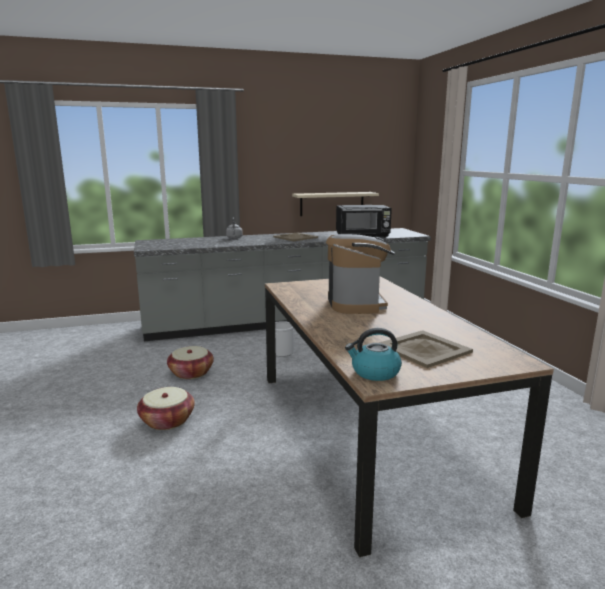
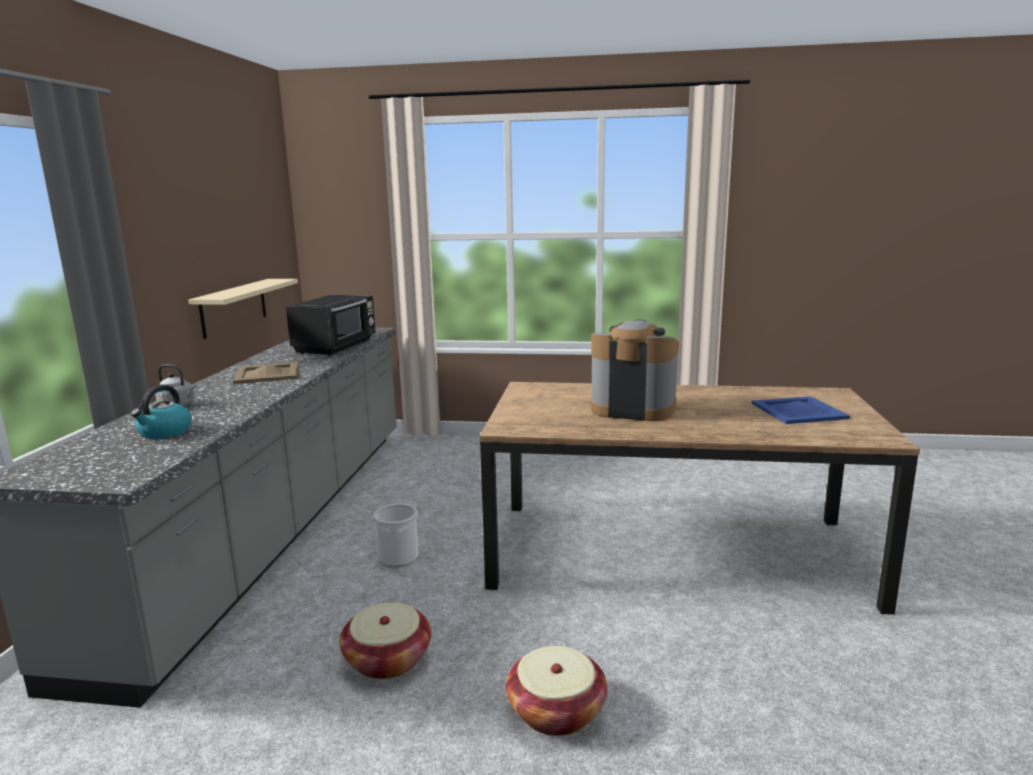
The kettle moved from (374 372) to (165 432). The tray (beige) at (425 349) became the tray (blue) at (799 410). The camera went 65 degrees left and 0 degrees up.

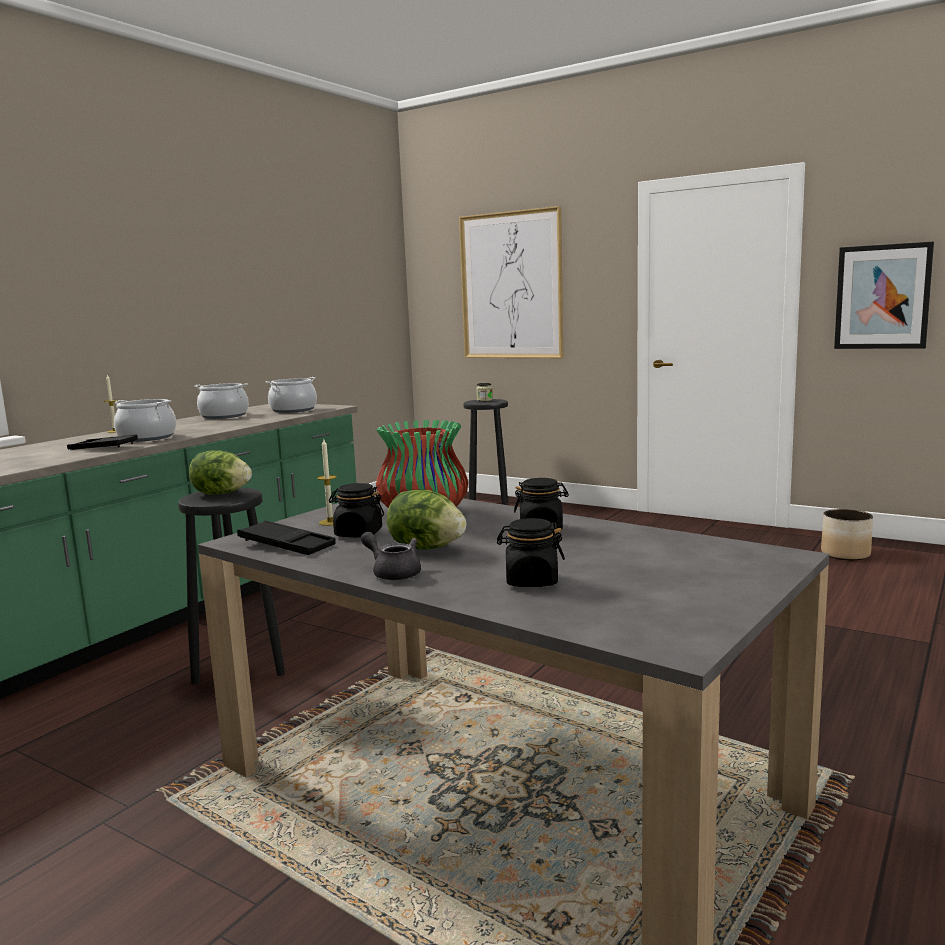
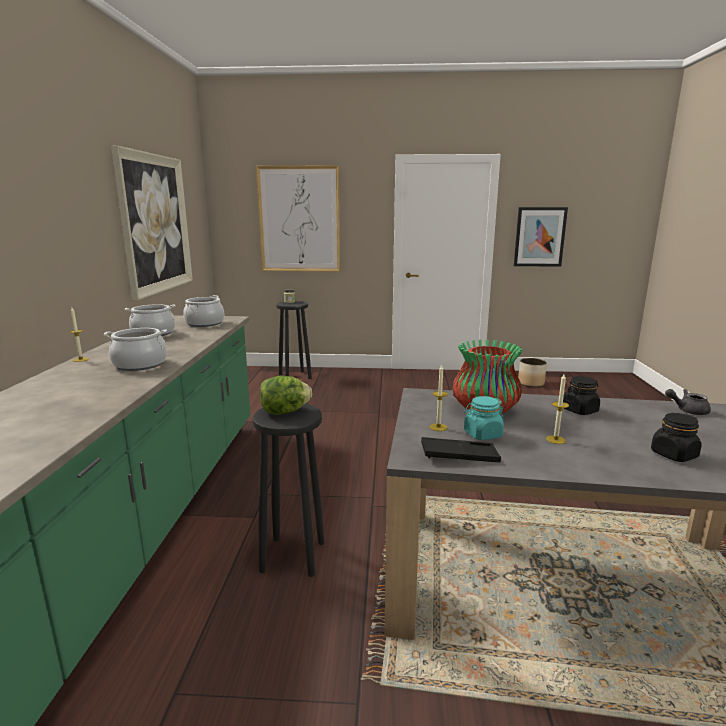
The tray (black) at (103 448) disappeared. The jar (black) at (358 533) became the jar (turquoise) at (482 434). The teapot (grey) moved from (393 573) to (687 410). The lettuce at (426 548) was replaced by the candle at (555 439). The picture at (155 224) appeared. The camera went 30 degrees left and 5 degrees up.

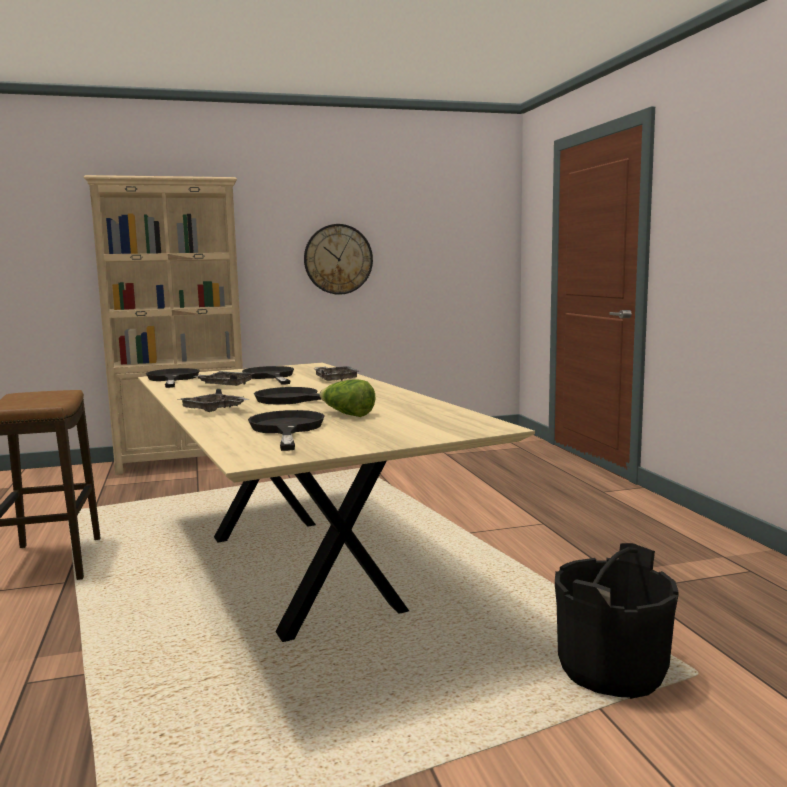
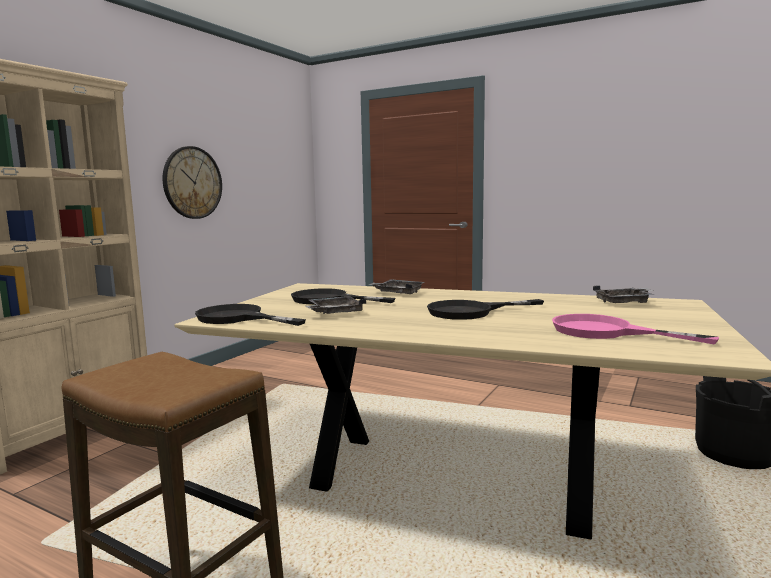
The tray (grey) moved from (214 410) to (624 302). The frying pan (black) at (286 429) became the frying pan (pink) at (606 332). The lettuce at (347 414) disappeared. The camera went 45 degrees left and 0 degrees up.

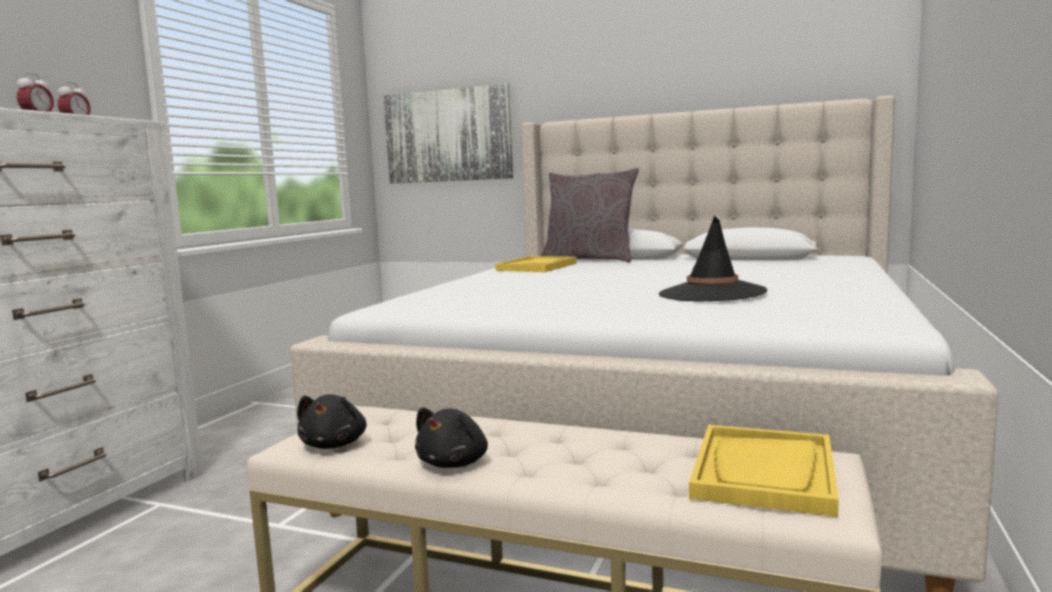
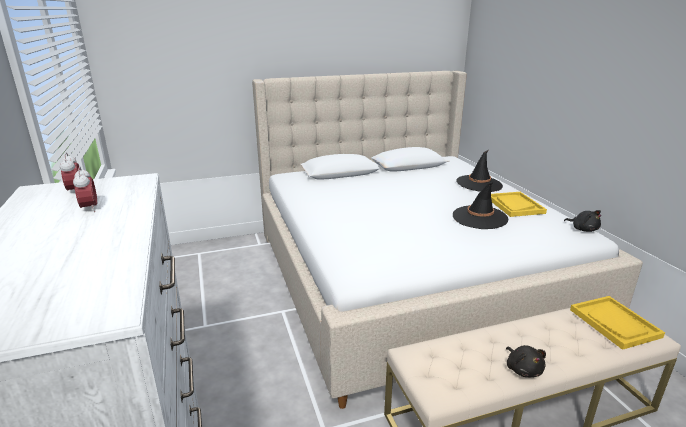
The plush toy (black) moved from (335 444) to (583 229). The picture at (448 136) disappeared. The tray (yellow) moved from (537 267) to (514 205). The pillow (grey) at (589 260) disappeared. The hat (black) at (479 184) appeared. The camera went 40 degrees left and 15 degrees up.

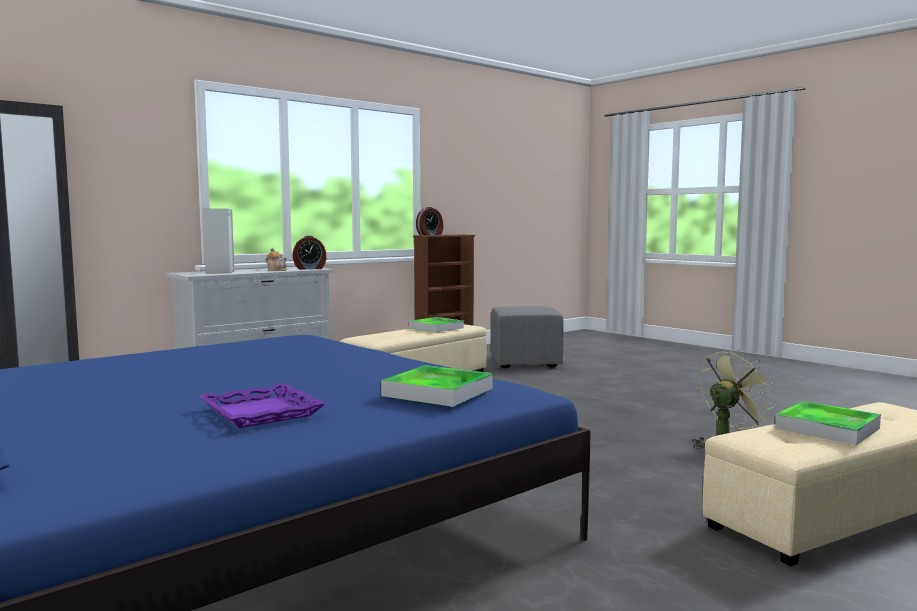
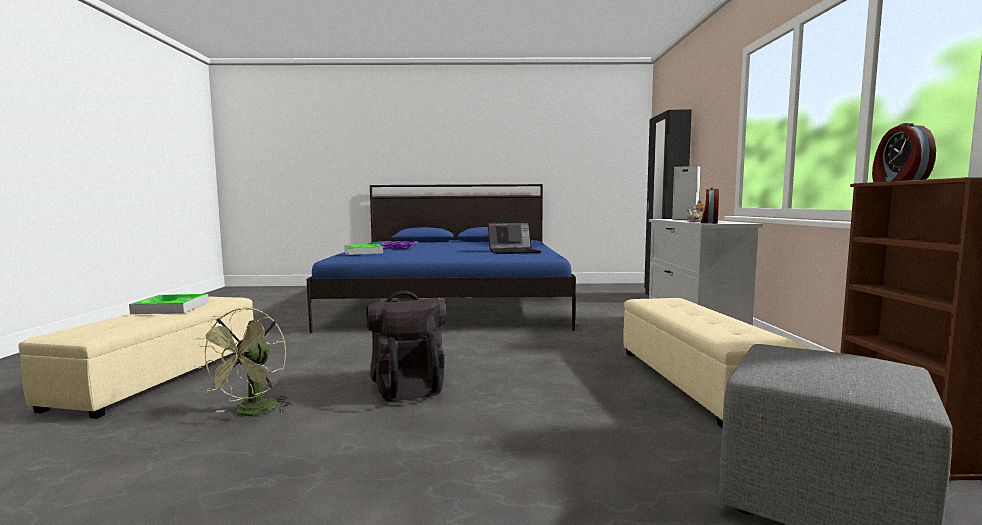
The tray at (436 328) disappeared. The backpack (black) at (407 386) appeared. The laptop at (514 252) appeared. The camera went 130 degrees right and 0 degrees up.

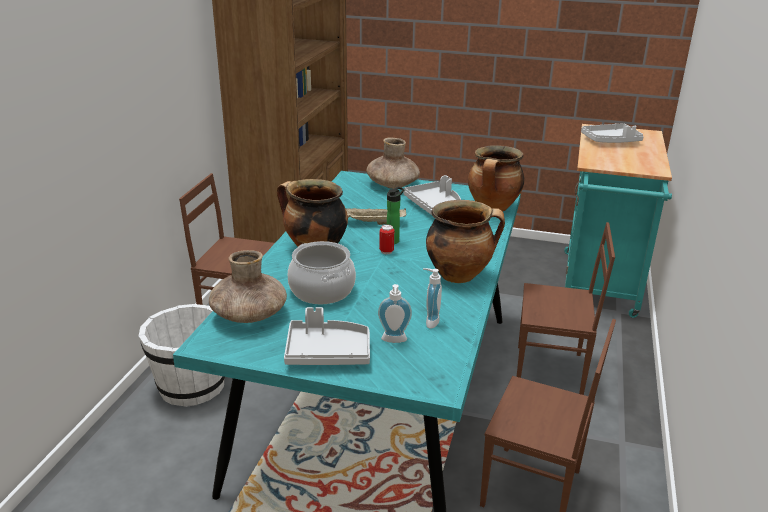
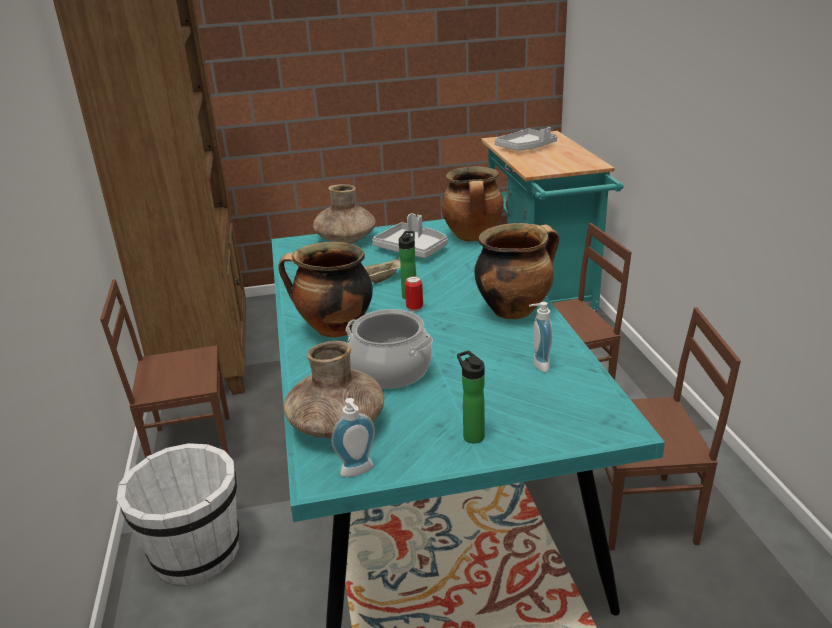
The tray (grey) at (327 352) was replaced by the bottle at (472 435). The soap dispenser moved from (394 341) to (358 472). The camera went 25 degrees left and 0 degrees up.

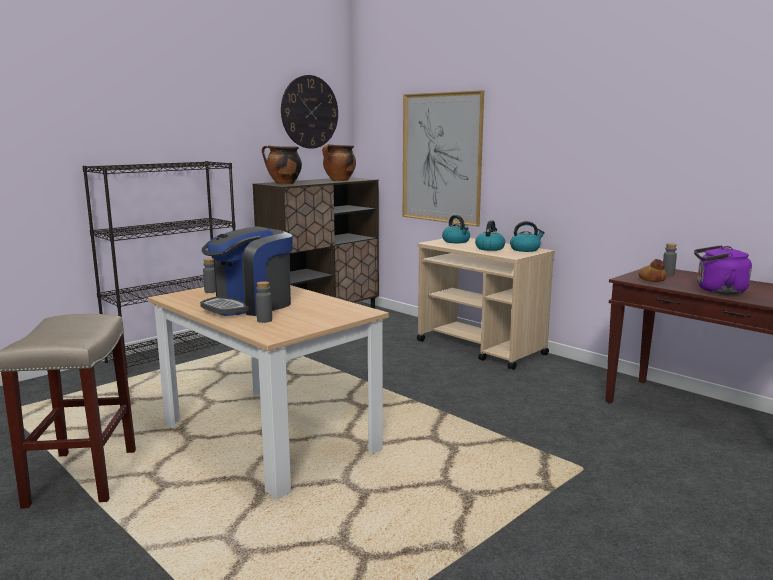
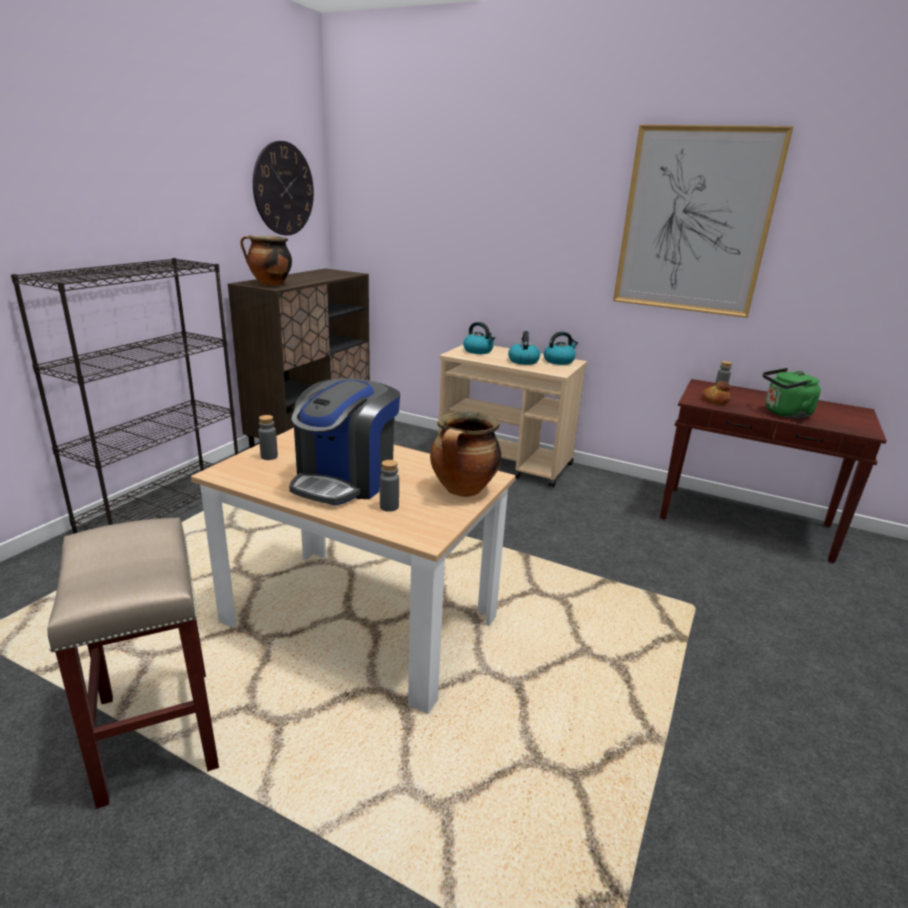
The cooking pot moved from (339 180) to (463 490). The picture moved from (441 158) to (694 222). The kettle (purple) at (717 291) became the kettle (green) at (784 413). The camera went 20 degrees left and 10 degrees up.

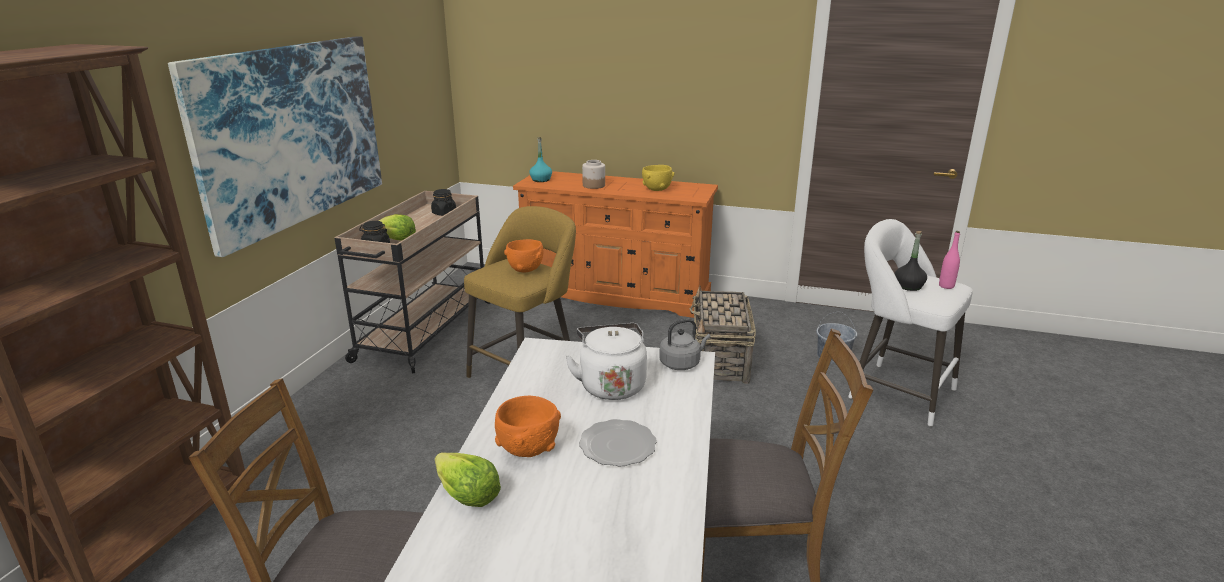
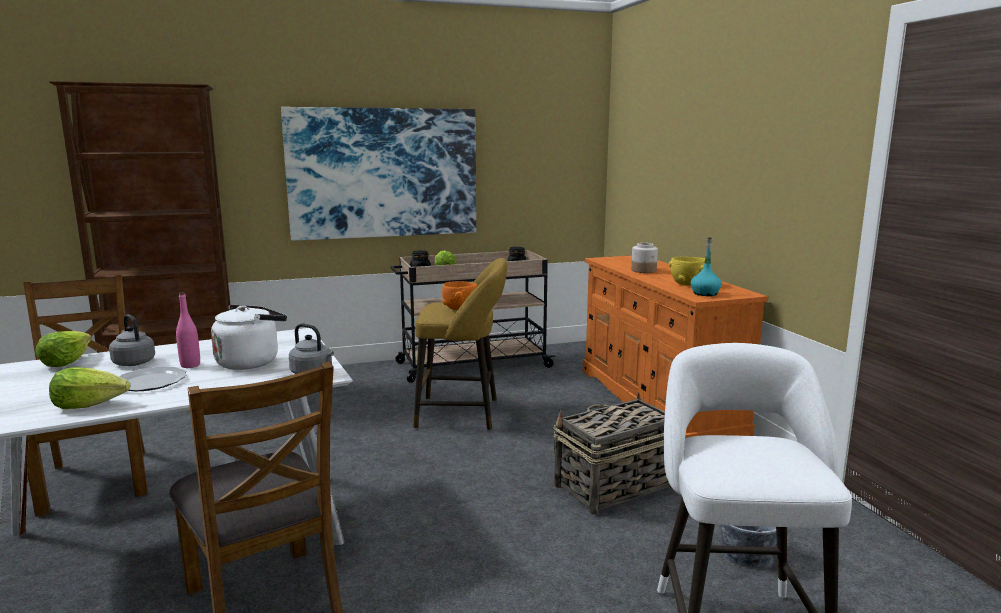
The bowl (orange) at (528 449) was replaced by the kettle (grey) at (133 362). The bottle (turquoise) moved from (541 180) to (705 293). The bottle (black) at (908 286) disappeared. The bottle (pink) moved from (946 286) to (190 365). The lettuce at (90 405) appeared. The camera went 55 degrees right and 10 degrees down.

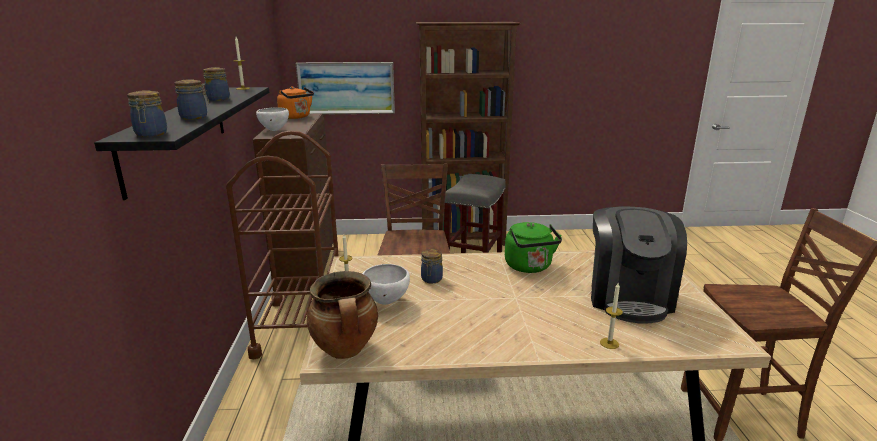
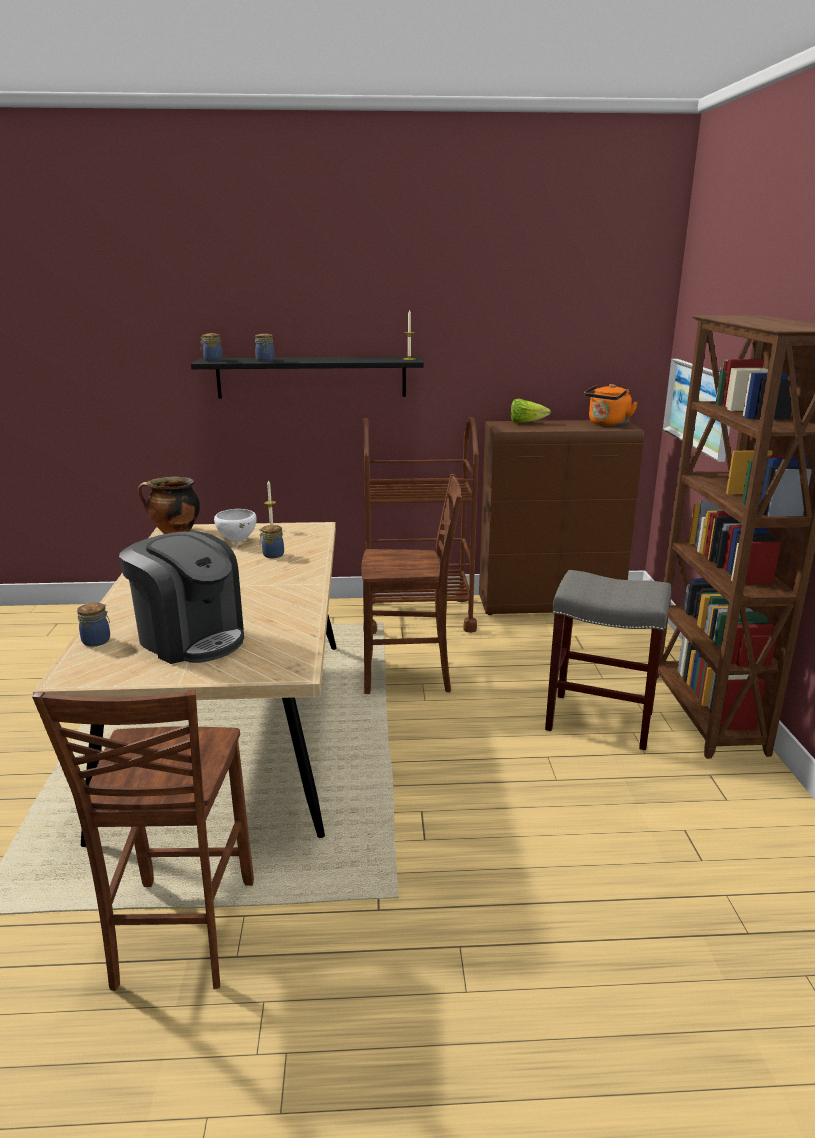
The jar moved from (217 99) to (97 640). The bowl (white) at (274 130) was replaced by the lettuce at (526 423). The kettle (green) at (530 267) disappeared. The coffee machine at (629 297) turned 150 degrees counterclockwise. The candle at (609 343) disappeared. The camera went 90 degrees right and 0 degrees up.

